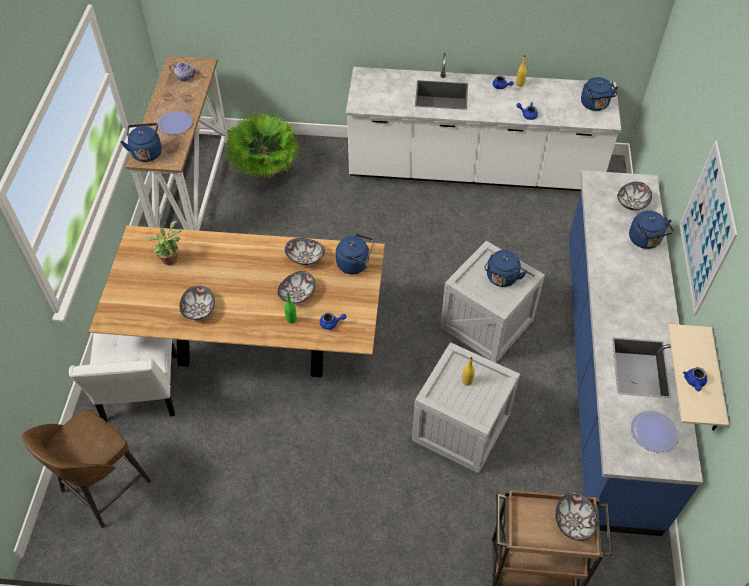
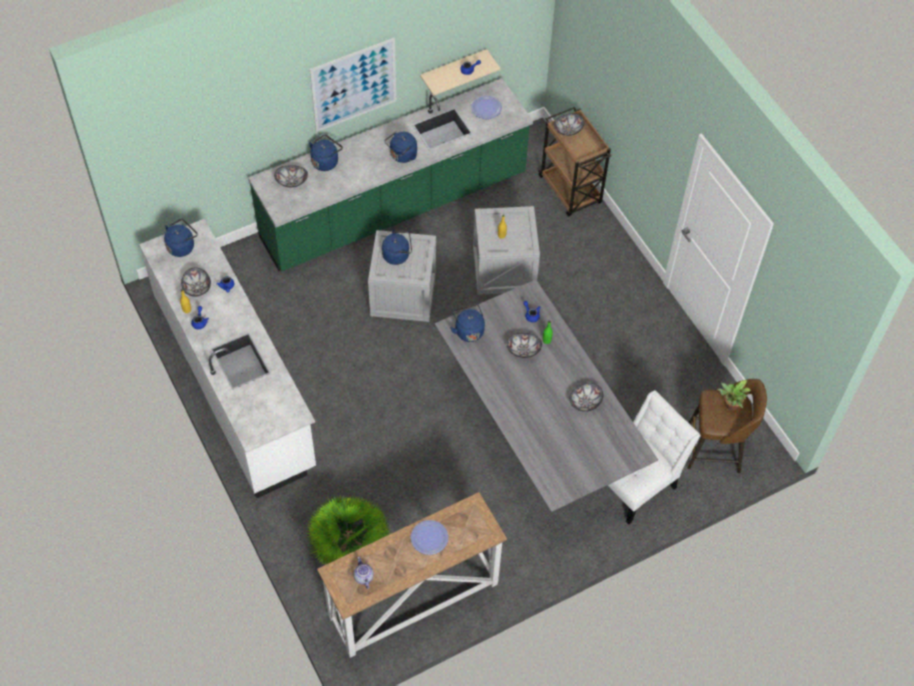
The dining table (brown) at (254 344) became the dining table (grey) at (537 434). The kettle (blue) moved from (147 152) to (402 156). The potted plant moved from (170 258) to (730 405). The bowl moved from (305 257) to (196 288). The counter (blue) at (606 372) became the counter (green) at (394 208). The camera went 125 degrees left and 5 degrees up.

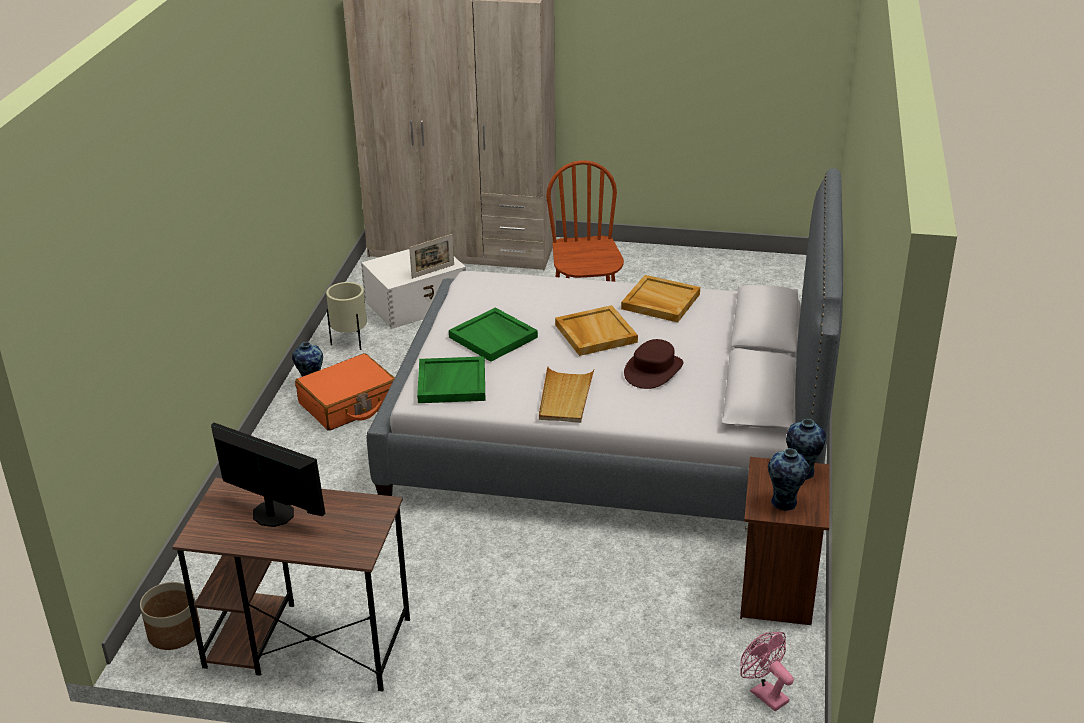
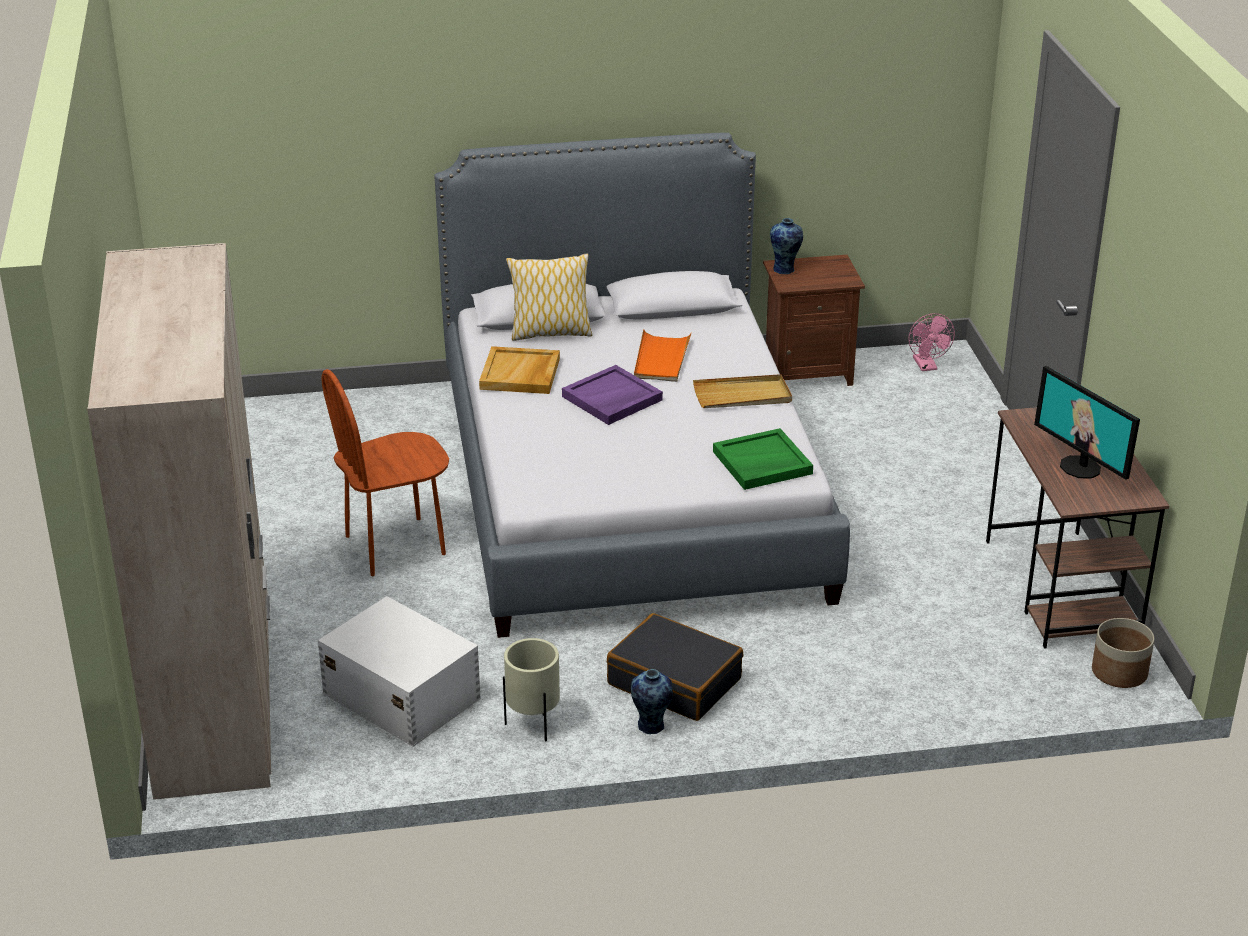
The monitor at (272 514) turned 45 degrees counterclockwise. The suitcase (orange) at (349 404) became the suitcase (black) at (675 681). The picture frame at (433 271) disappeared. The tray (green) at (494 337) disappeared. The tray (beige) at (595 333) became the tray (purple) at (612 399). The hat (brown) at (653 370) was replaced by the tray (orange) at (661 359). The fan (pink) at (764 693) turned 45 degrees counterclockwise. The vase at (784 503) disappeared. The pillow at (550 333) appeared. The camera went 110 degrees left and 0 degrees up.

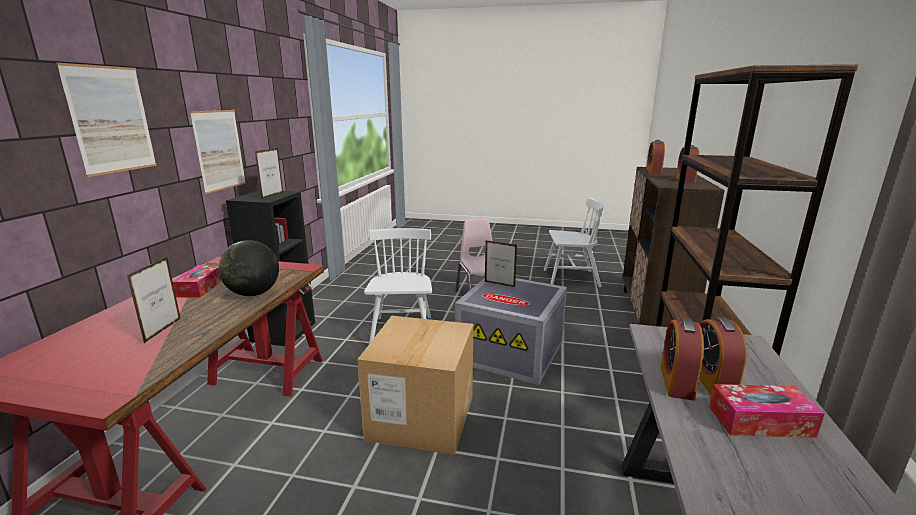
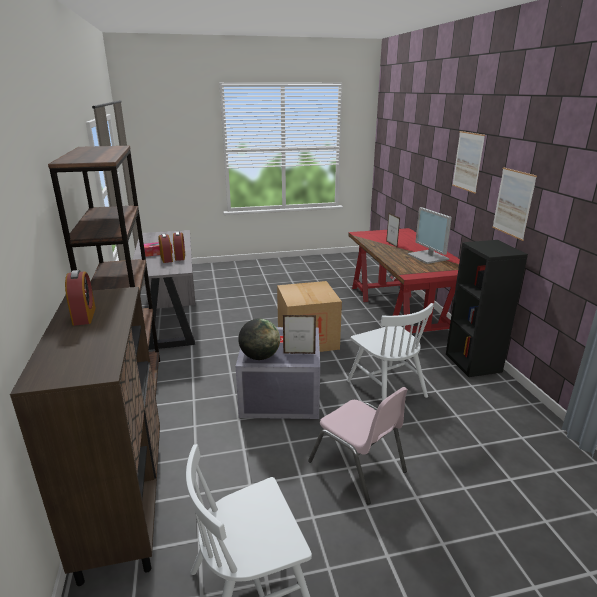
The tissue box at (200 287) was replaced by the monitor at (429 257). The globe moved from (253 294) to (259 357). The picture frame at (272 195) disappeared. The alarm clock at (653 171) disappeared. The camera went 155 degrees right and 5 degrees up.

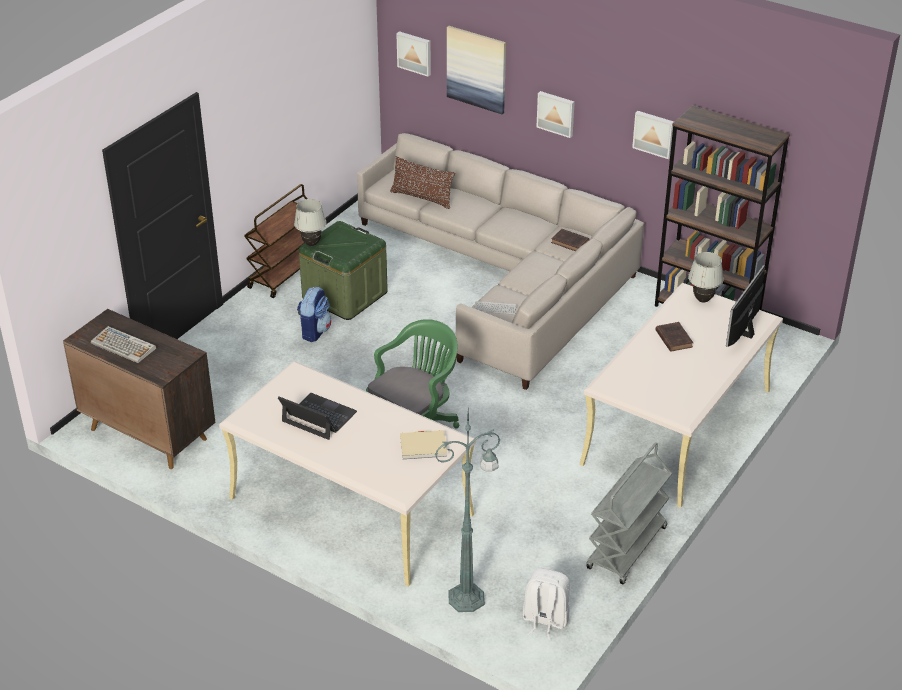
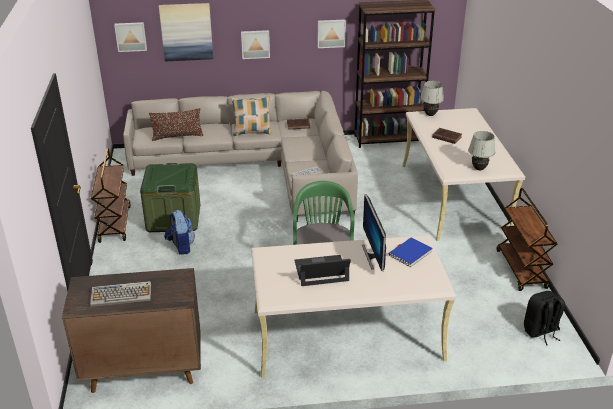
The table lamp (white) moved from (311 244) to (479 168). The book (beige) at (423 447) became the book (blue) at (410 254). The floor lamp (green) at (468 598) disappeared. The backpack (white) at (544 620) became the backpack (black) at (541 331). The cart (grey) at (627 549) became the cart (brown) at (521 269). The monitor moved from (743 333) to (373 256). The pillow at (252 132) appeared. The camera went 40 degrees left and 5 degrees down.

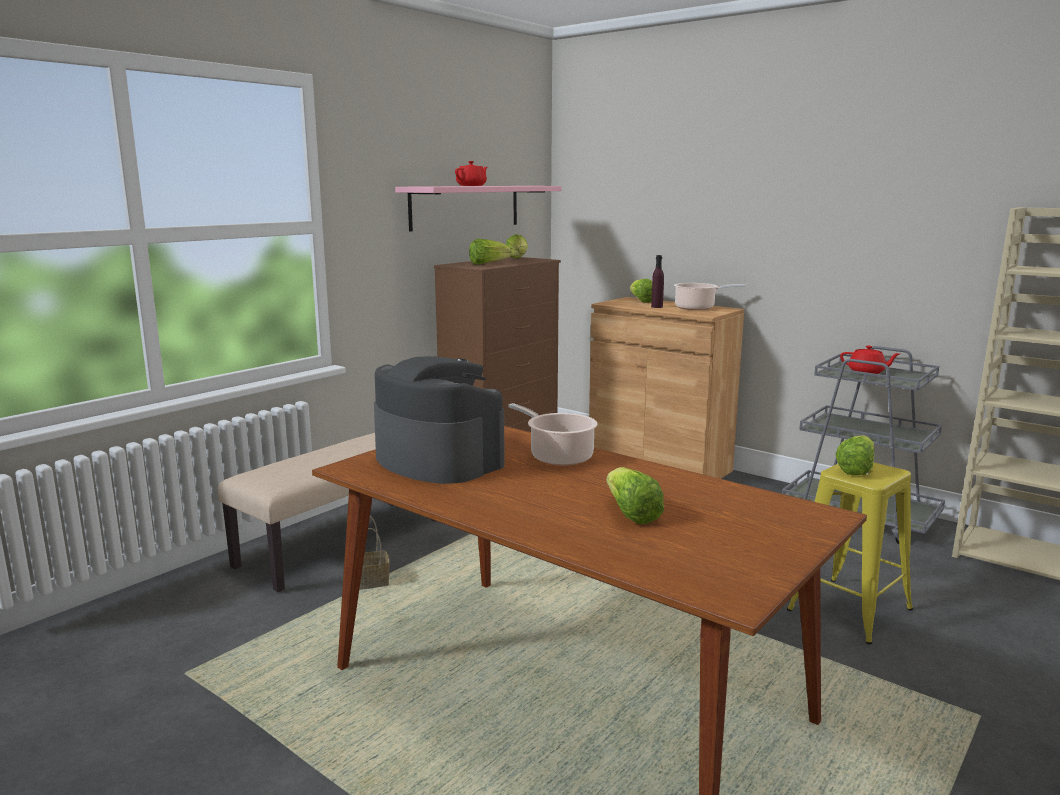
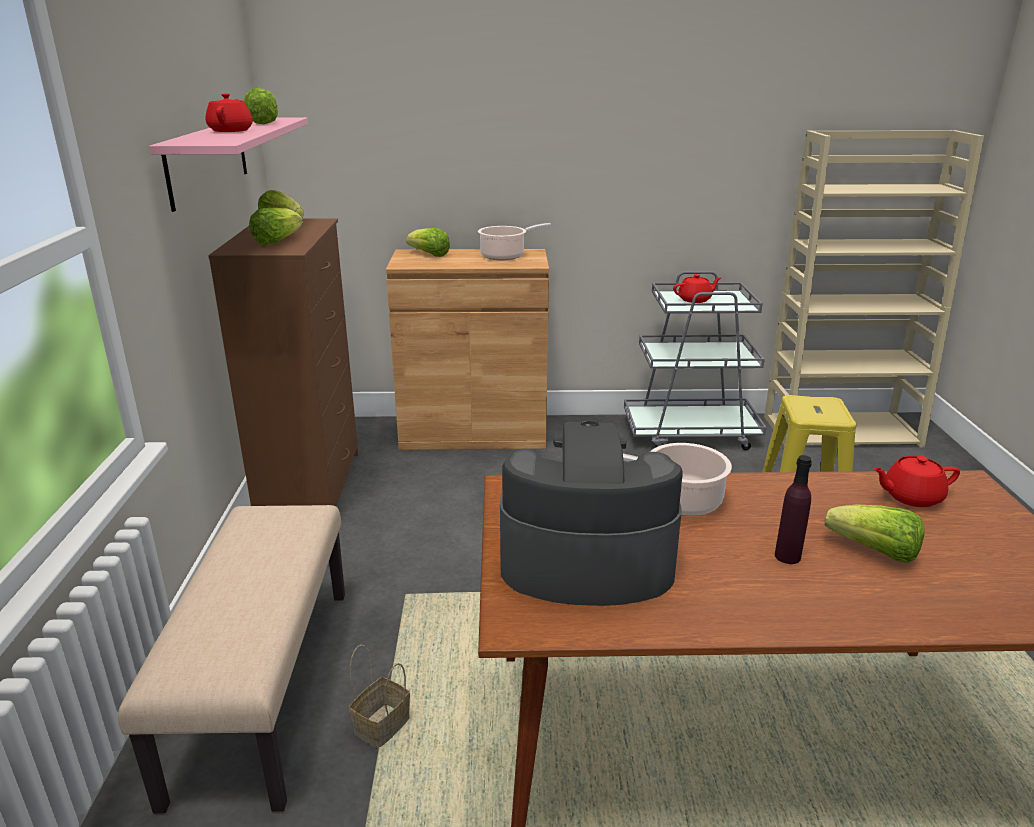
The bottle (purple) moved from (657 307) to (787 556). The lettuce moved from (856 469) to (265 123). The teapot (red) at (910 497) appeared. The camera went 40 degrees left and 10 degrees up.

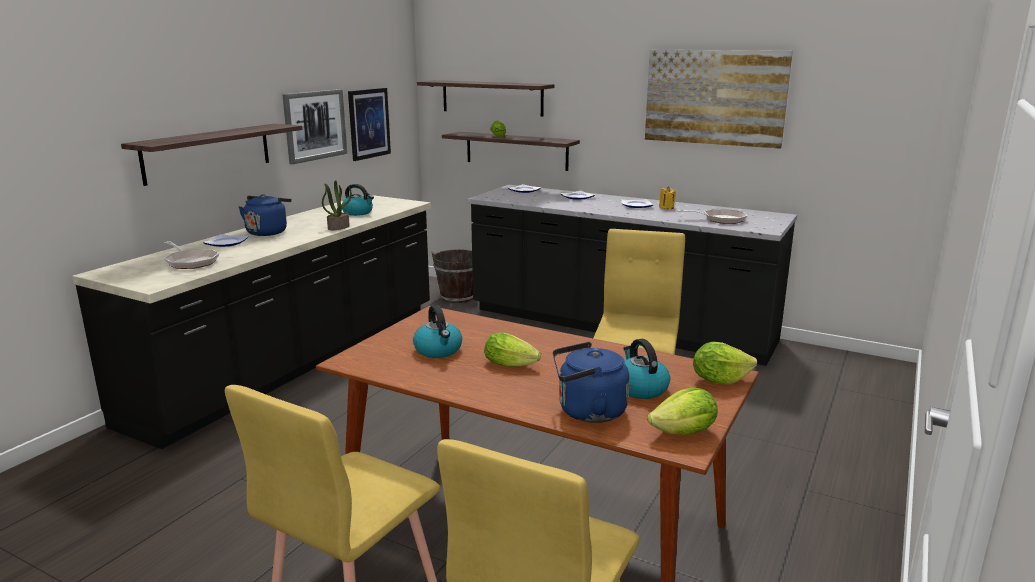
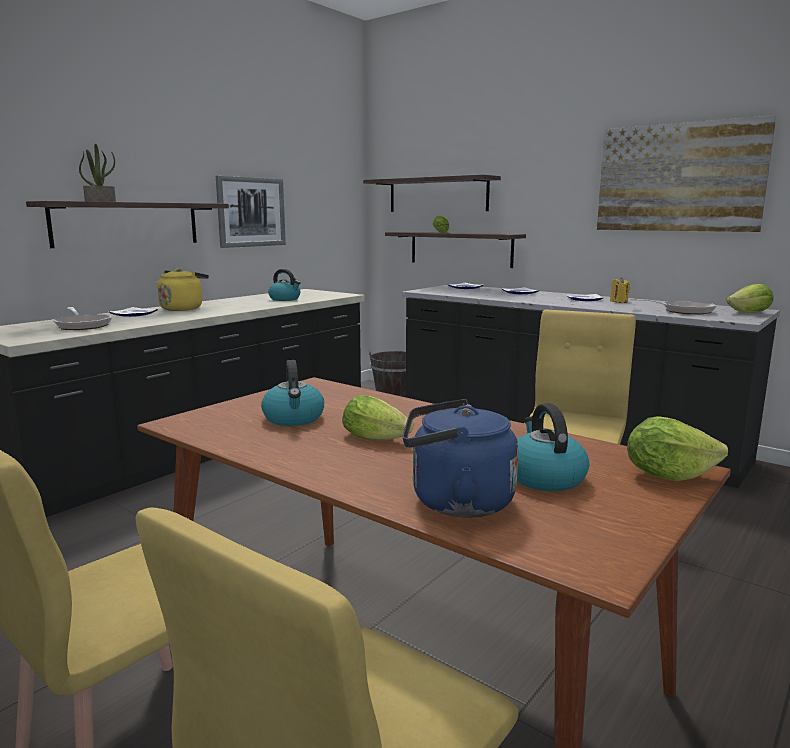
The kettle (blue) at (268 232) became the kettle (yellow) at (183 308). The potted plant moved from (338 227) to (100 201). The picture at (369 123) disappeared. The lettuce moved from (684 433) to (750 313). The camera went 10 degrees right and 5 degrees down.

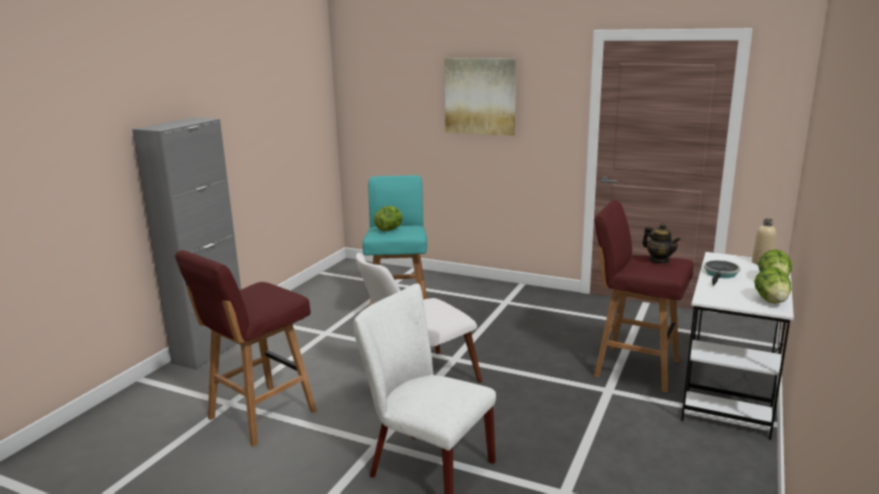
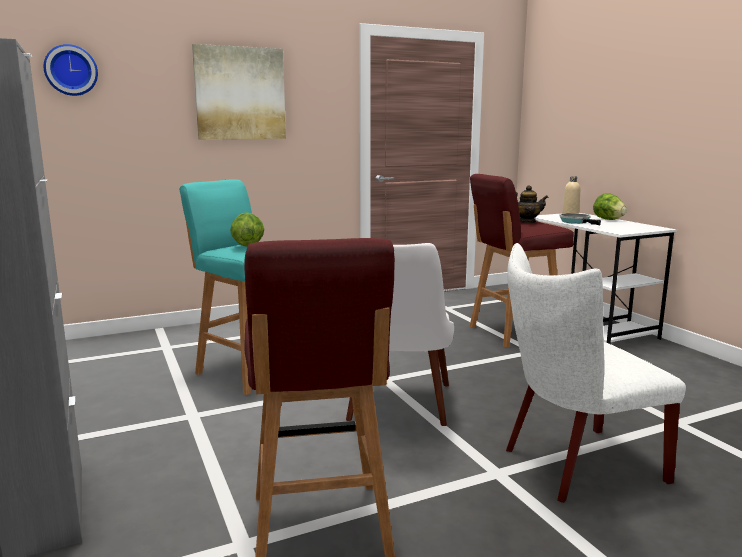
The lettuce at (771 301) disappeared. The wall clock at (71 70) appeared. The camera went 50 degrees left and 5 degrees down.

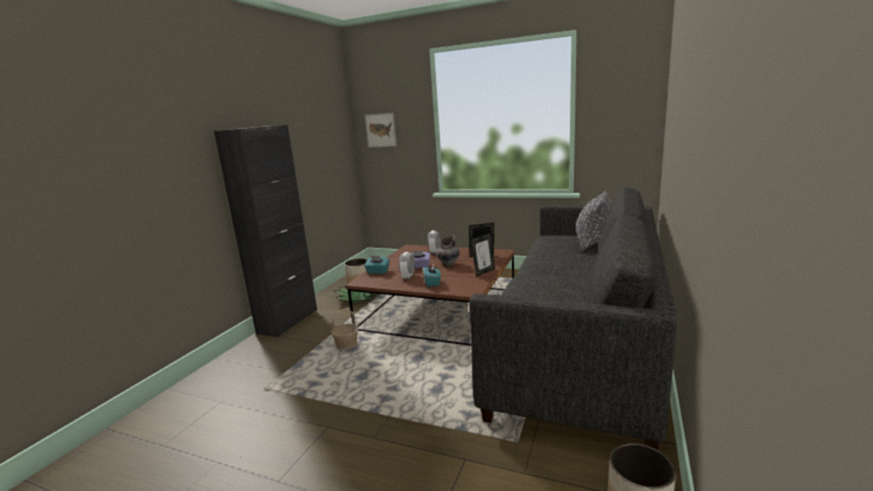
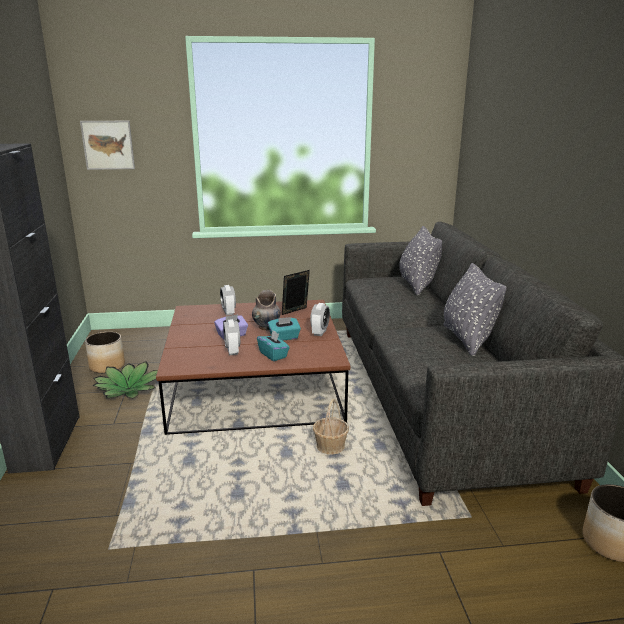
The basket moved from (346 345) to (330 447). The tissue box (turquoise) moved from (377 272) to (284 337). The picture frame at (484 272) was replaced by the alarm clock at (320 332). The pillow (grey) at (467 339) appeared. The camera went 30 degrees left and 5 degrees up.

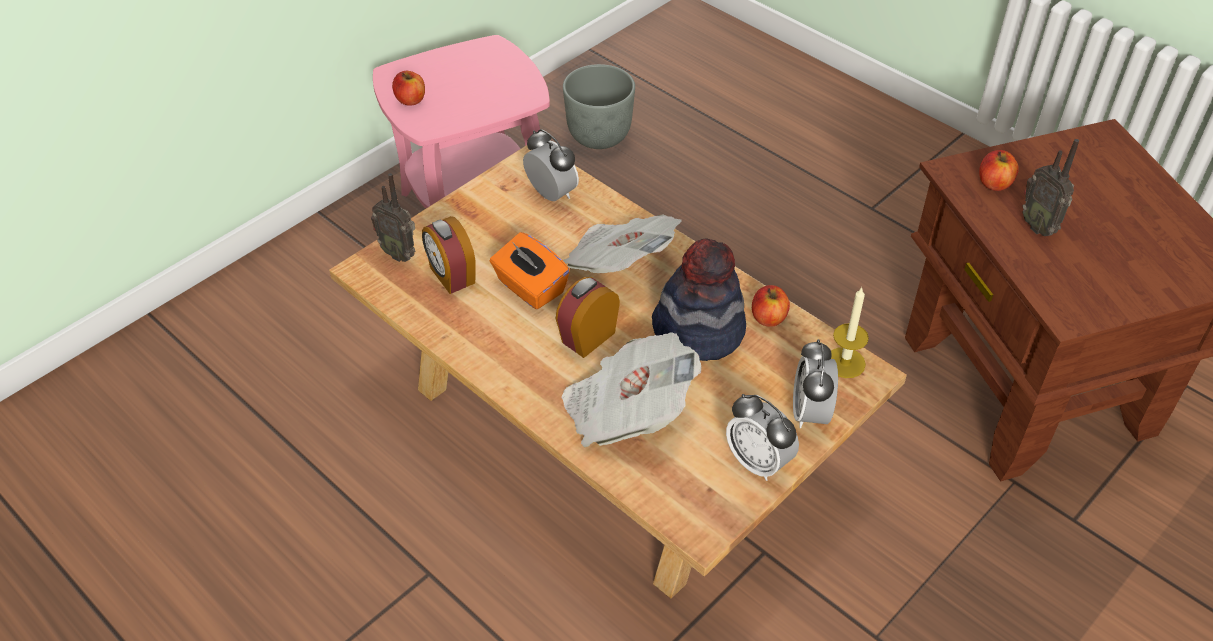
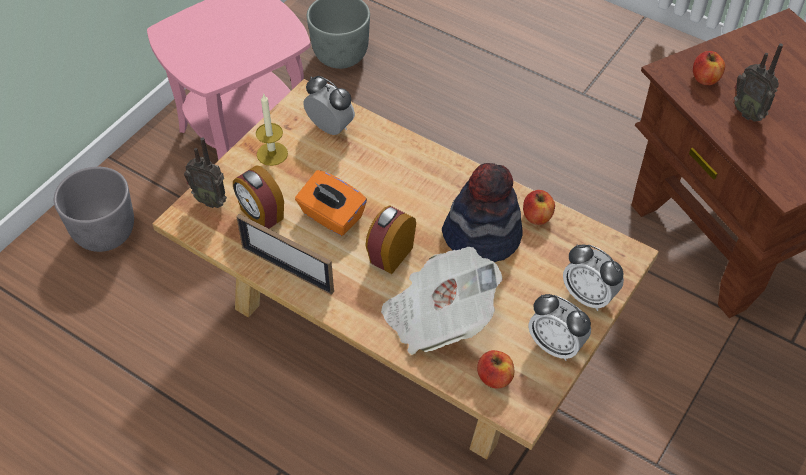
The apple moved from (410 100) to (494 377). The newspaper at (619 264) disappeared. The alarm clock at (810 413) turned 45 degrees counterclockwise. The candle moved from (845 362) to (272 154). The planter (grey) at (106 234) appeared. The picture frame at (287 269) appeared. The camera went 10 degrees left and 5 degrees up.

